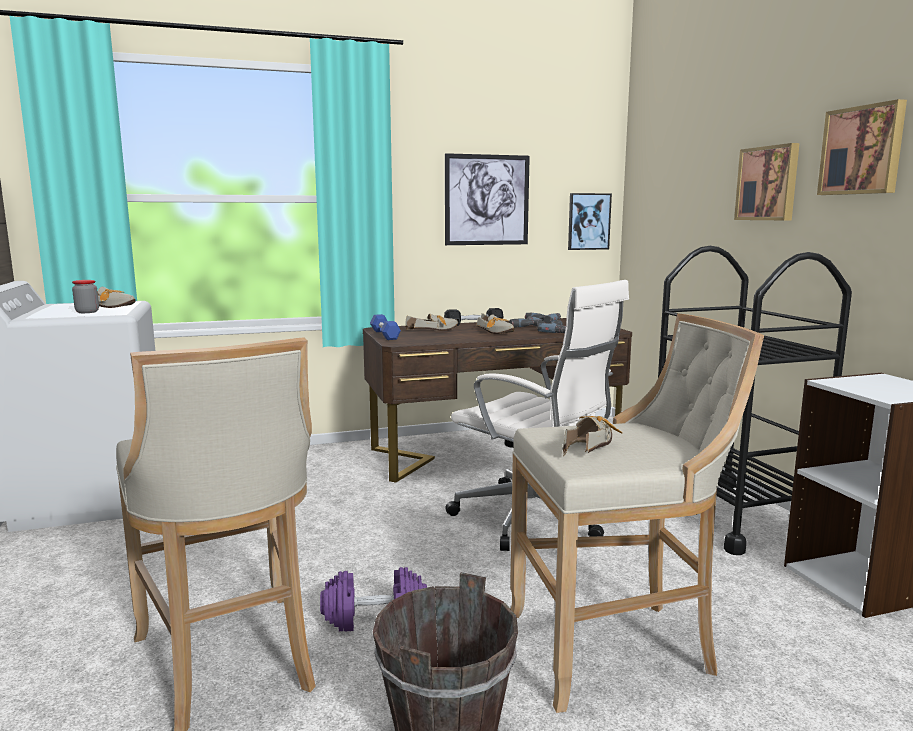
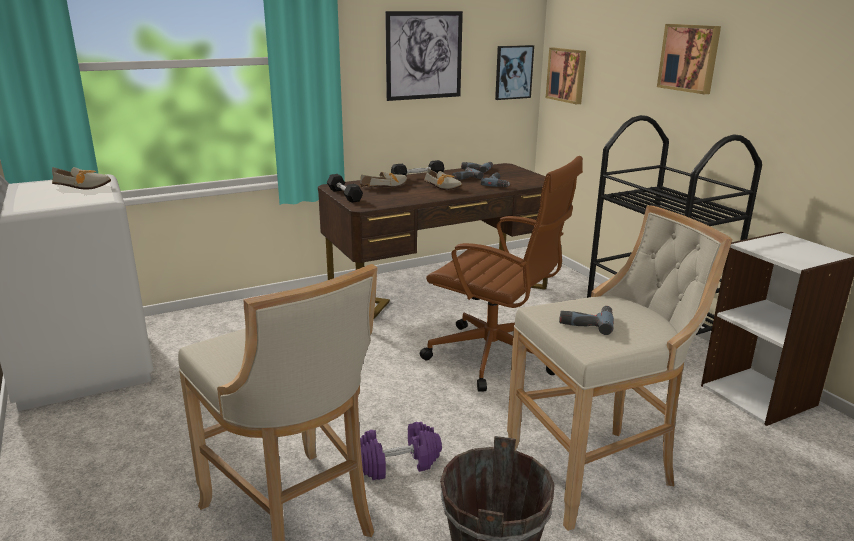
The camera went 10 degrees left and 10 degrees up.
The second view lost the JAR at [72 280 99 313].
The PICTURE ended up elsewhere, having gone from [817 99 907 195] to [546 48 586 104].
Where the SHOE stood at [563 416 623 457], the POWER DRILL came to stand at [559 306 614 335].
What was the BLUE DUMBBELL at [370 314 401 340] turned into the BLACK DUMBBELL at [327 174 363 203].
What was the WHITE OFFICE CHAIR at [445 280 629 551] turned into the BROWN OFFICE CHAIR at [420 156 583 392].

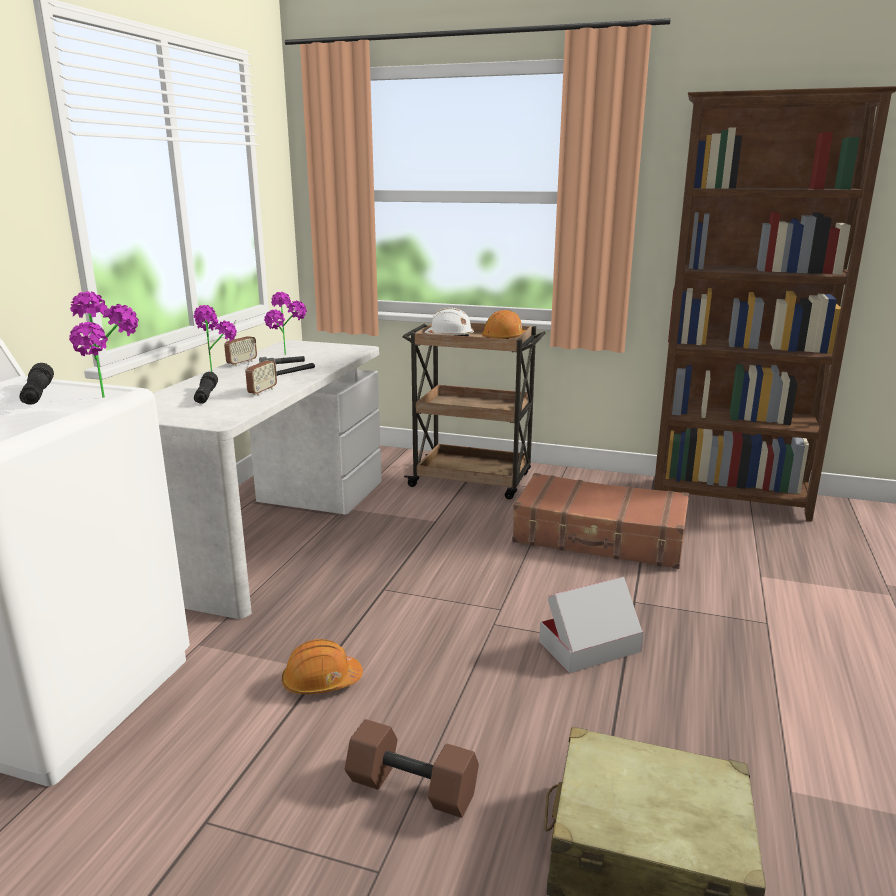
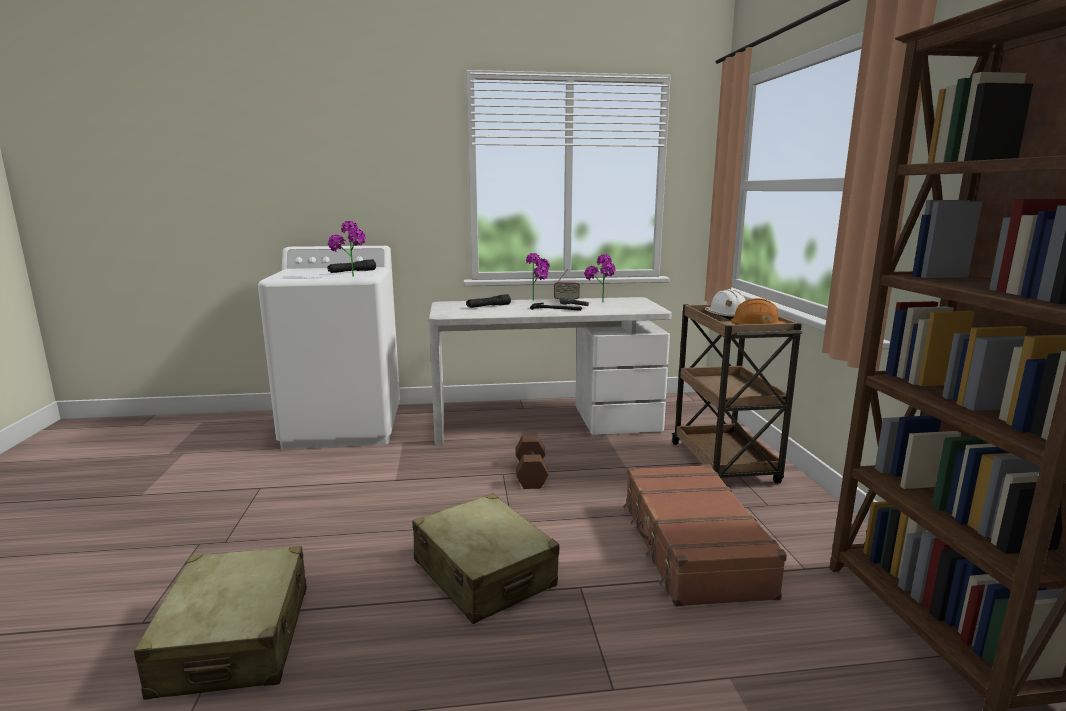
The camera went 65 degrees right and 5 degrees down.
The second view lost the RADIO at [245 343 277 396].
The second view lost the ORANGE HARD HAT at [282 639 363 694].
The BROWN DUMBBELL ended up elsewhere, having gone from [345 719 479 818] to [515 435 548 489].
Where the CARDBOARD BOX stood at [539 577 644 674], the BEIGE SUITCASE came to stand at [412 494 559 624].

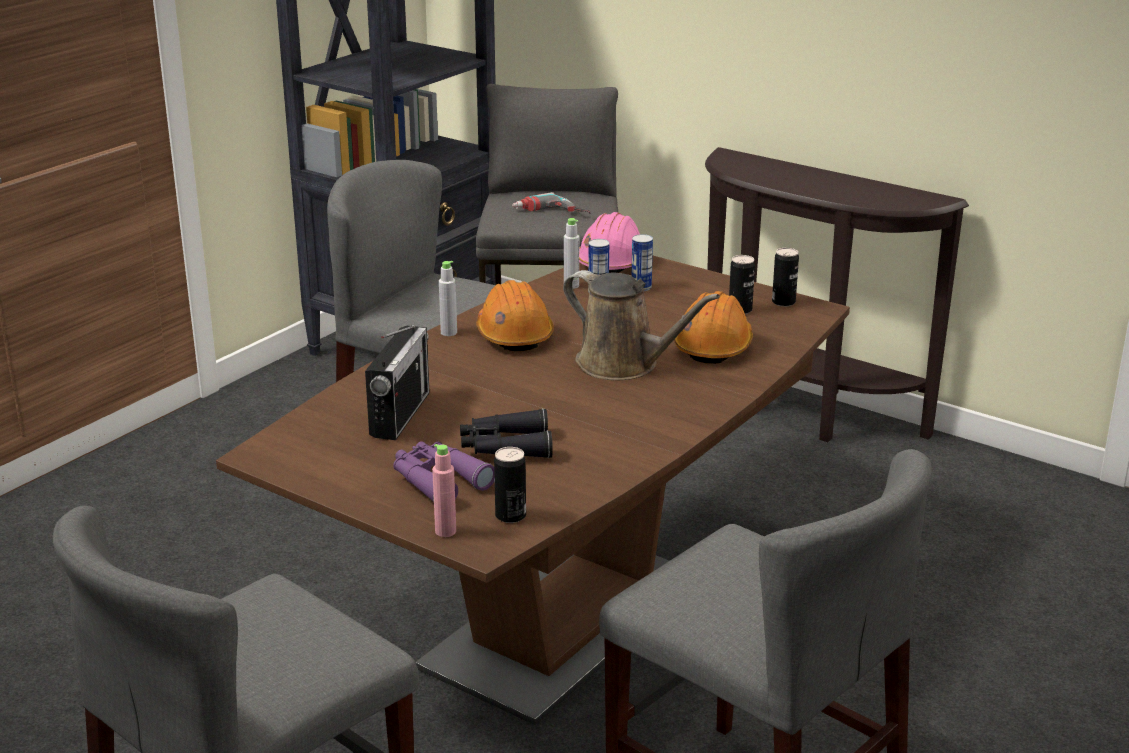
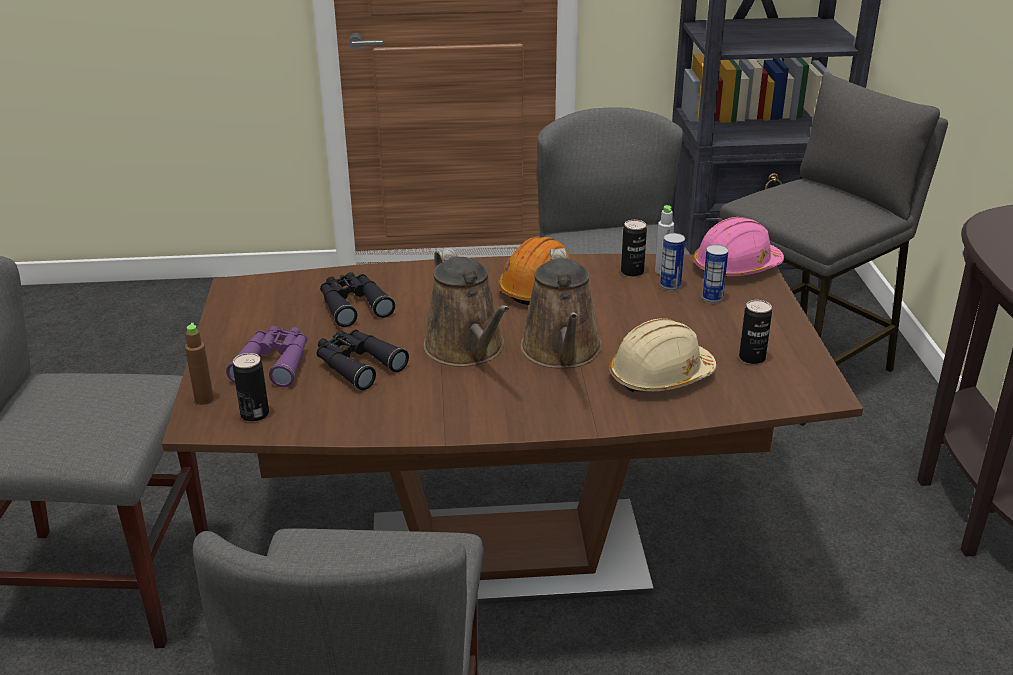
The camera went 50 degrees right and 5 degrees up.
The second view lost the GREY BOTTLE at [439 261 457 336].
The second view lost the POWER DRILL at [512 192 591 214].
The second view gained the BROWN WATERING CAN at [423 248 510 367].
The CAN ended up elsewhere, having gone from [772 248 799 307] to [621 220 647 277].
Where the RADIO stood at [365 325 430 440], the BLACK BINOCULARS came to stand at [320 272 395 327].
What was the PINK BOTTLE at [432 444 456 537] turned into the BROWN BOTTLE at [185 323 214 405].
What was the ORANGE HARD HAT at [674 291 753 364] turned into the BEIGE HARD HAT at [609 318 716 392].

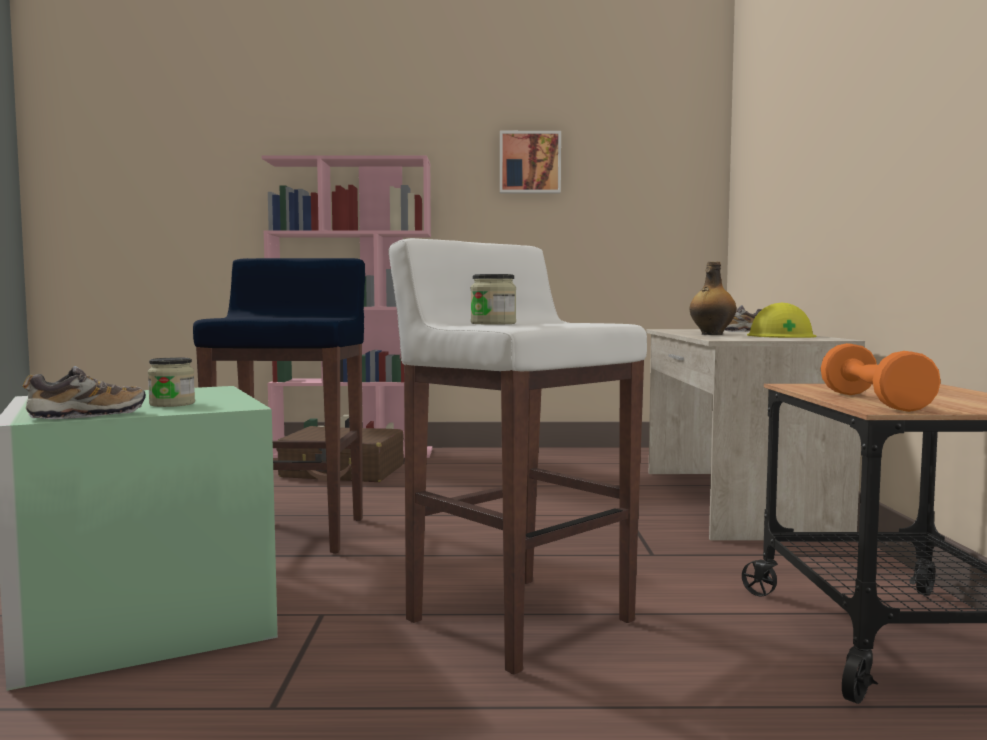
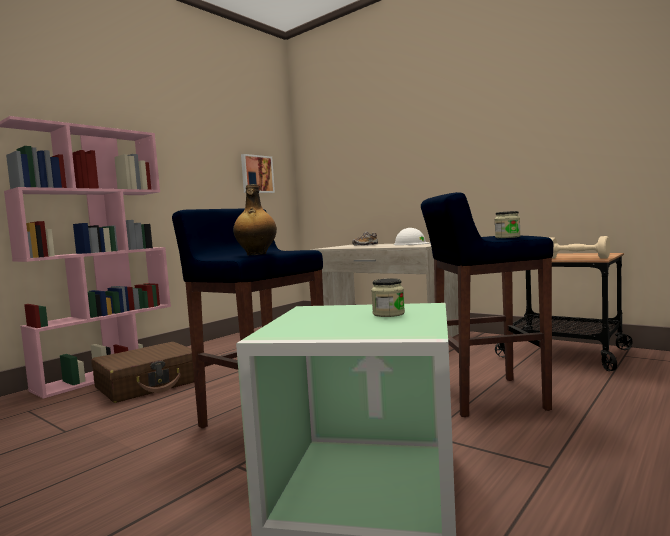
The camera went 50 degrees left and 0 degrees up.
The second view lost the SHOE at [22 366 146 419].
The PICTURE ended up elsewhere, having gone from [500 131 561 193] to [241 154 275 193].
The BOTTLE ended up elsewhere, having gone from [690 262 736 335] to [233 184 277 255].
What was the WHITE STOOL at [389 238 647 675] turned into the BLUE STOOL at [421 192 553 417].
What was the YELLOW HARD HAT at [747 303 817 338] turned into the WHITE HARD HAT at [394 228 430 245].
What was the ORANGE DUMBBELL at [821 343 941 412] turned into the BEIGE DUMBBELL at [550 236 610 258].

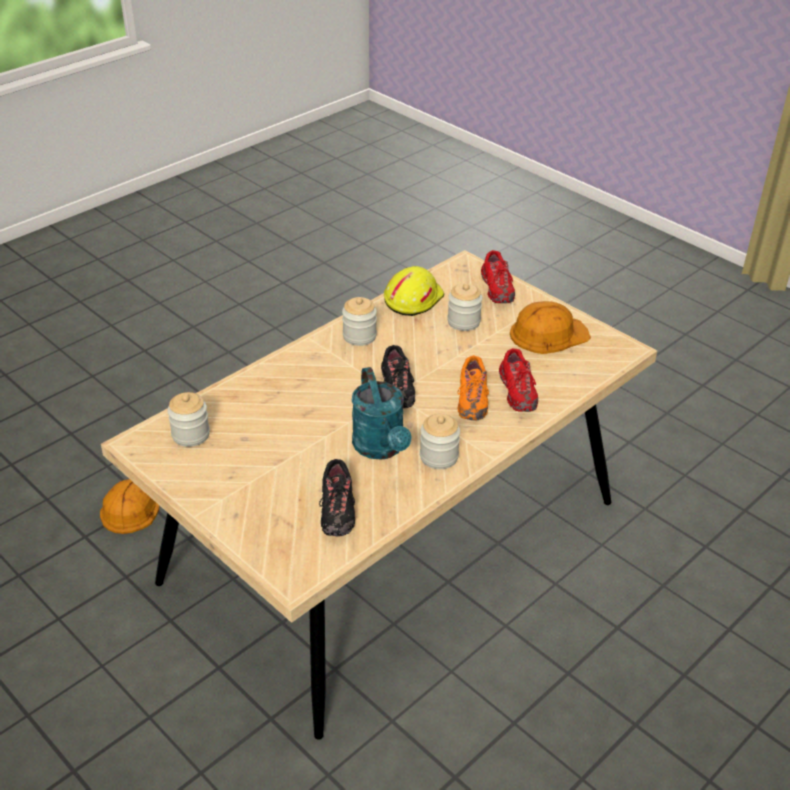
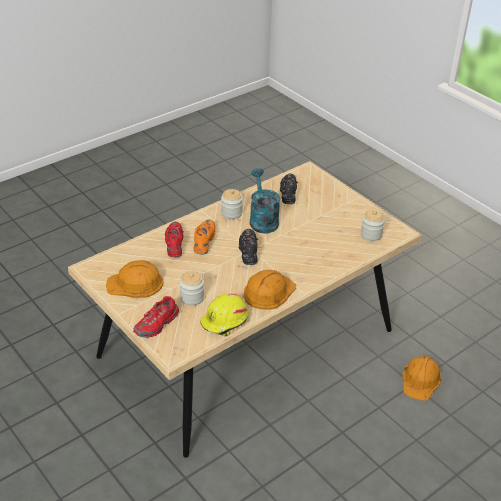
The camera went 175 degrees left and 0 degrees up.
Where the JAR stood at [342 297 377 346], the ORANGE HARD HAT came to stand at [243 270 296 310].
The RED SHOE at [481 250 515 303] ended up facing another way, 135 degrees counterclockwise from before.

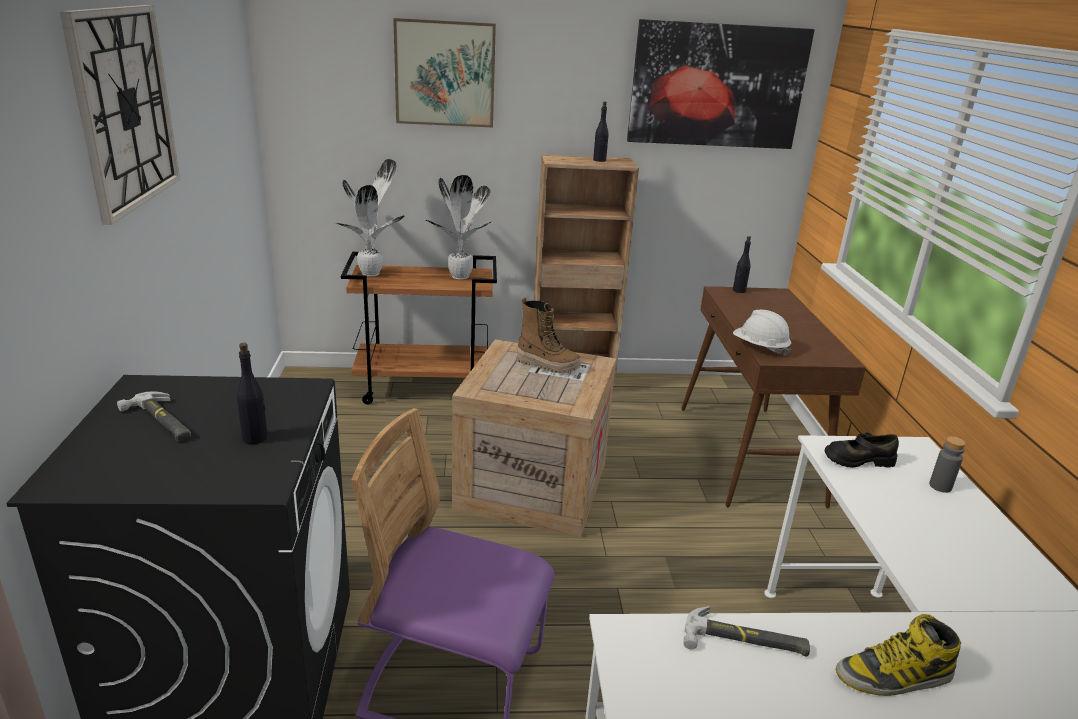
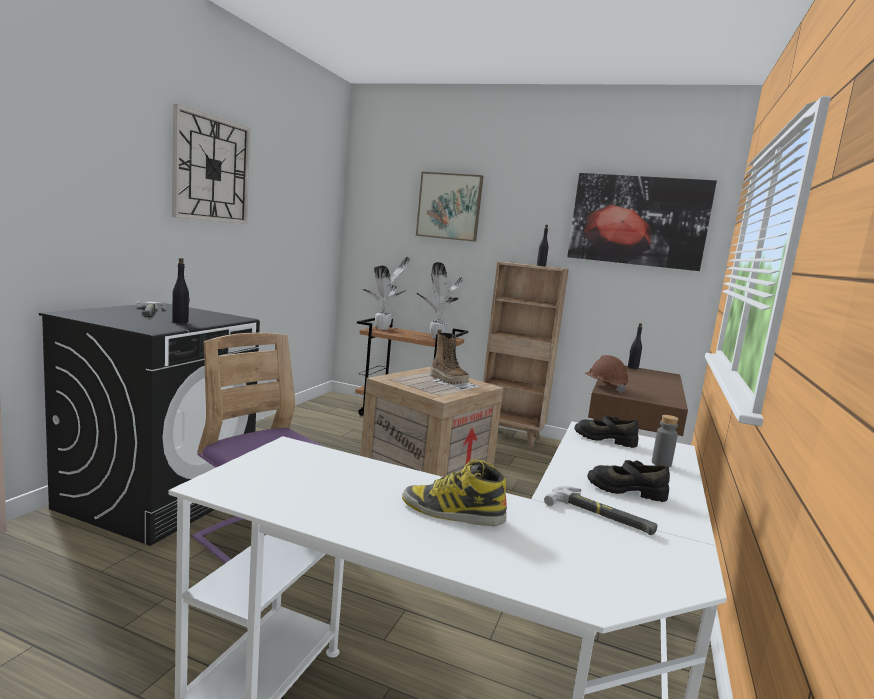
The camera went 25 degrees right and 15 degrees down.
The second view gained the BLACK SHOE at [587 460 670 502].
The HAMMER ended up elsewhere, having gone from [683 606 810 657] to [544 486 658 535].
What was the WHITE HARD HAT at [733 310 791 356] turned into the BROWN HARD HAT at [585 355 629 393].

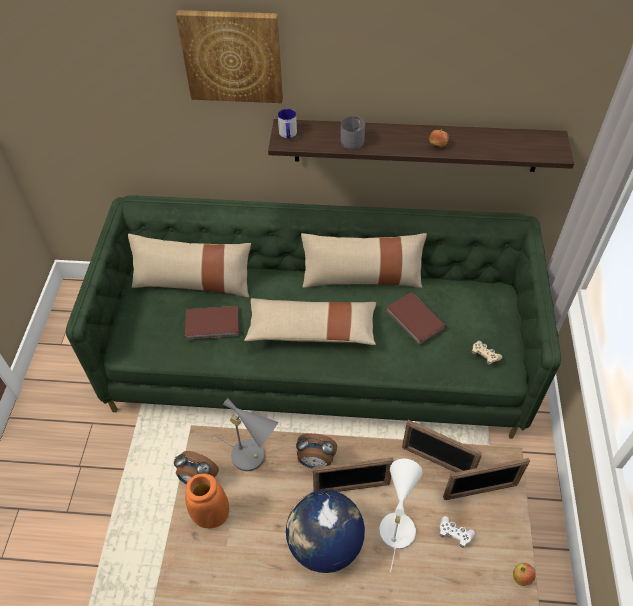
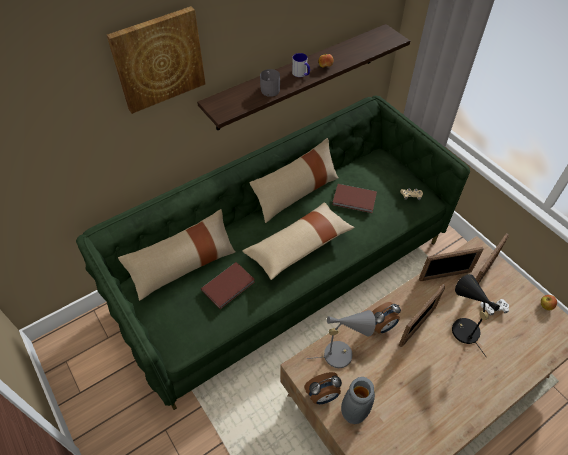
The camera went 40 degrees left and 0 degrees up.
The second view lost the GLOBE at [286 490 365 573].
The MUG ended up elsewhere, having gone from [278 108 297 138] to [292 53 310 77].
What was the ORANGE VASE at [185 473 229 528] turned into the GREY VASE at [341 377 375 424].
What was the WHITE TABLE LAMP at [379 459 422 572] turned into the BLACK TABLE LAMP at [452 274 500 357].

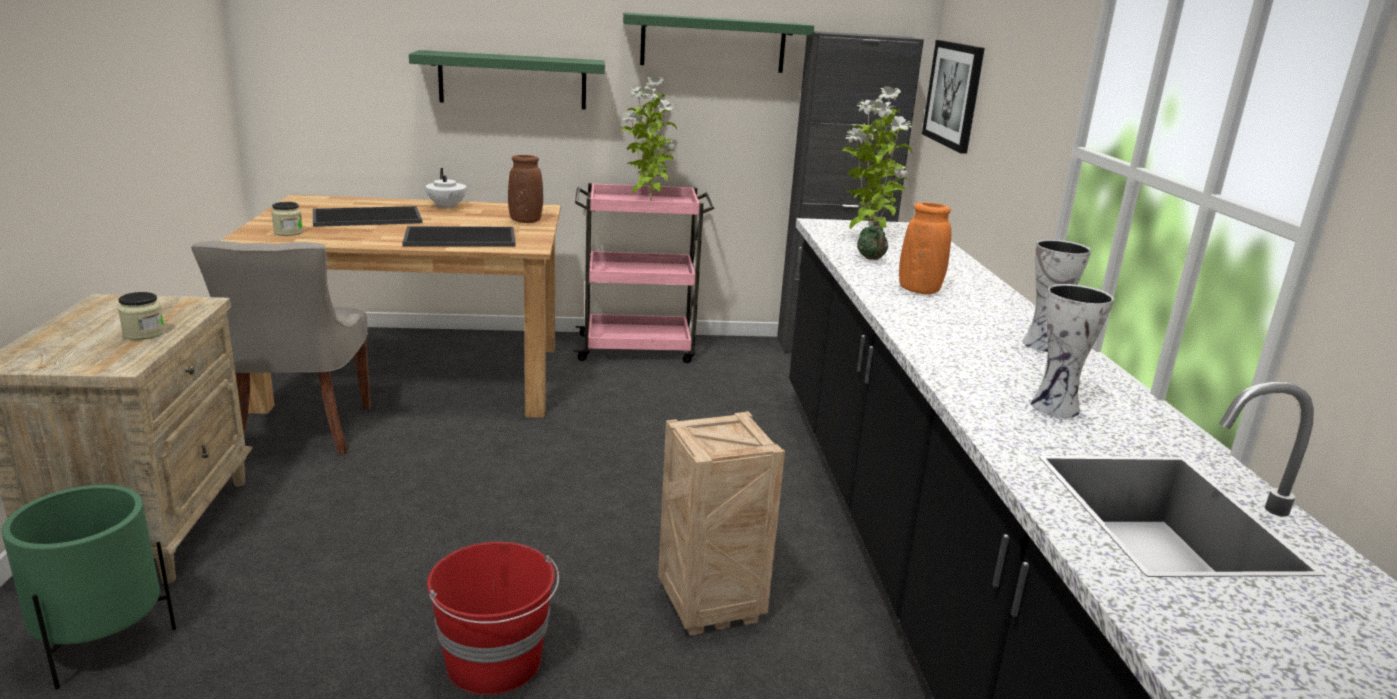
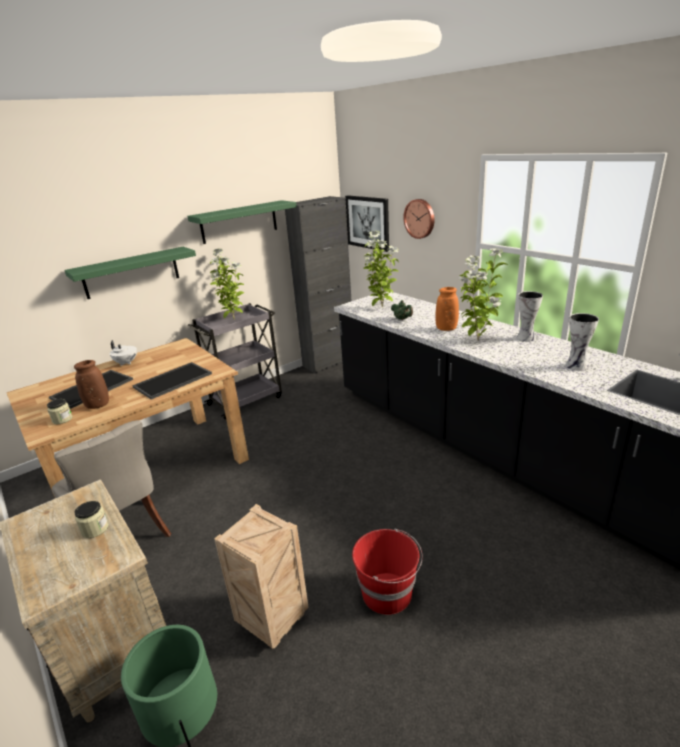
The camera went 30 degrees left and 5 degrees up.
The second view gained the WALL CLOCK at [403 199 435 239].
The second view gained the POTTED PLANT at [459 248 508 340].
The BROWN VASE ended up elsewhere, having gone from [508 155 543 223] to [74 360 109 409].
The CRATE ended up elsewhere, having gone from [658 411 785 636] to [214 504 309 649].
What was the PINK CART at [573 183 715 363] turned into the GREY CART at [188 303 282 420].

